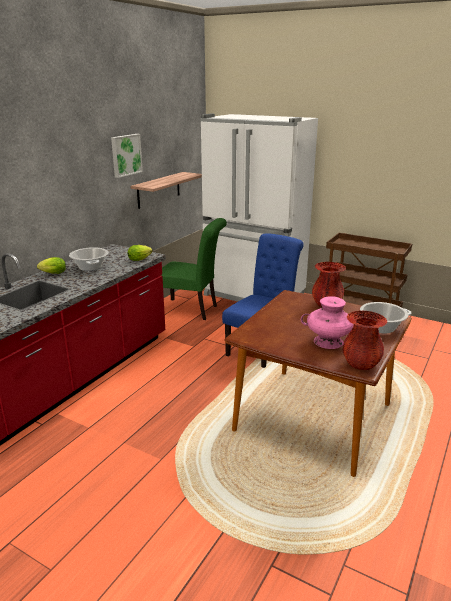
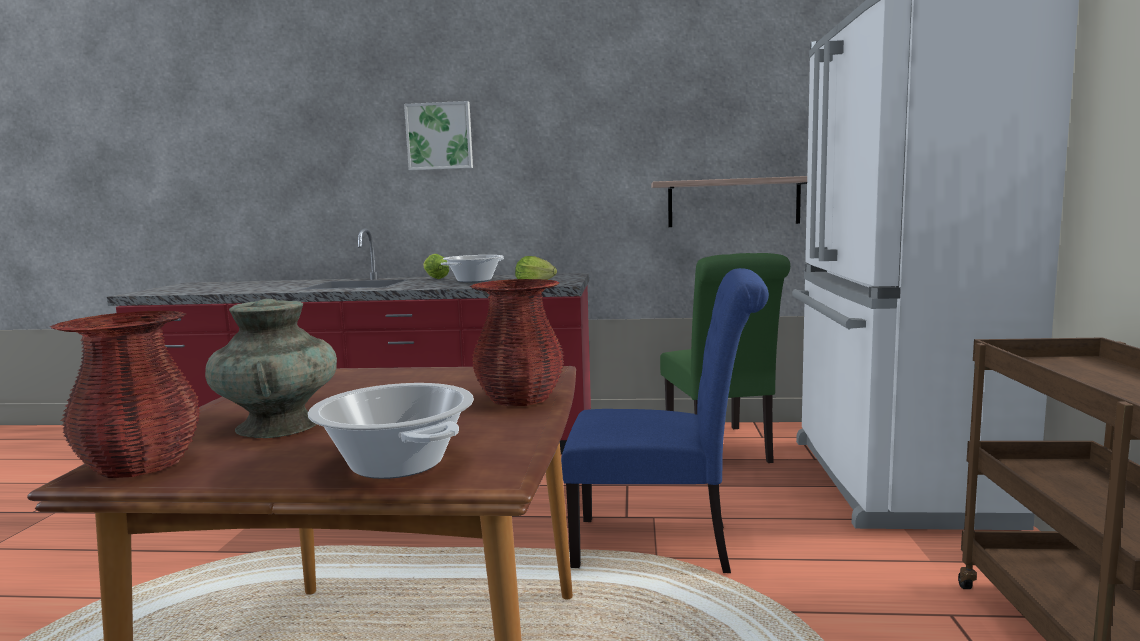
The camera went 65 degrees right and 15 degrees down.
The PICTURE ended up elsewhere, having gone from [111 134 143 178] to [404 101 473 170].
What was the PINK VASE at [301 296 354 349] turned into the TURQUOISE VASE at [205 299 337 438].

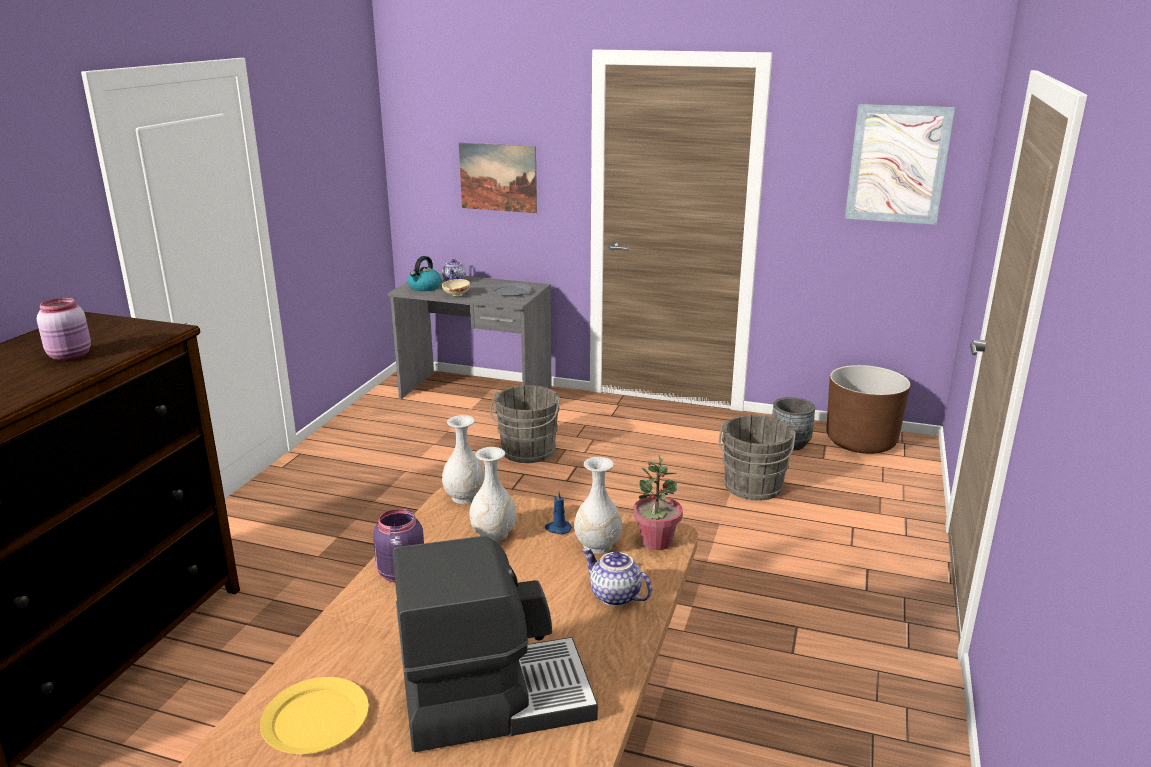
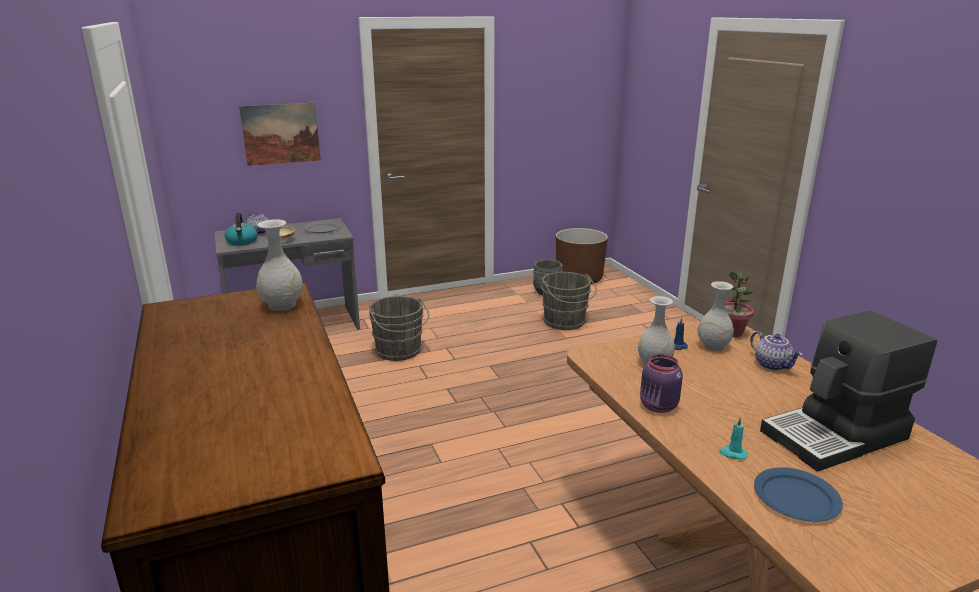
The camera went 40 degrees left and 0 degrees up.
The second view lost the PINK JAR at [37 298 91 361].
The second view lost the PICTURE at [845 104 955 225].
The second view gained the TURQUOISE CANDLE at [719 418 747 460].
The WHITE VASE ended up elsewhere, having gone from [442 415 485 504] to [256 219 303 311].
What was the YELLOW PLATE at [260 677 369 754] turned into the BLUE PLATE at [754 467 843 522].
The COFFEE MACHINE at [393 535 598 752] ended up facing another way, 150 degrees counterclockwise from before.
The TEAPOT at [582 548 652 606] ended up facing another way, 120 degrees counterclockwise from before.

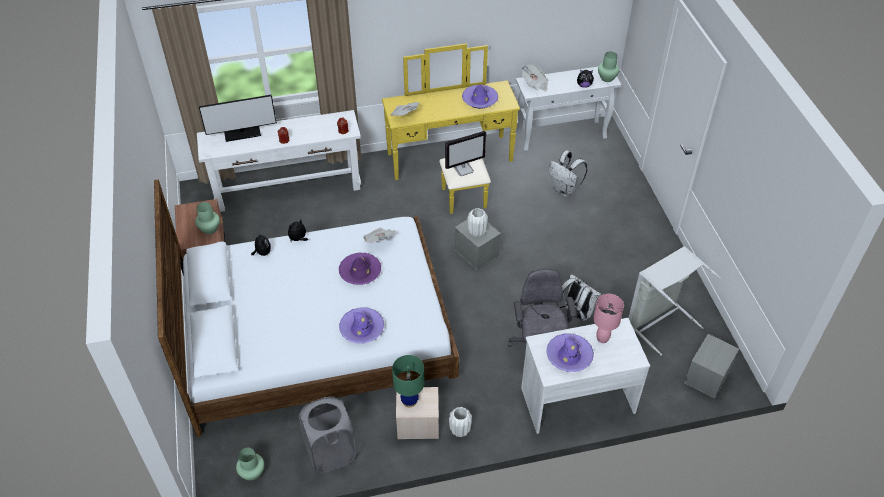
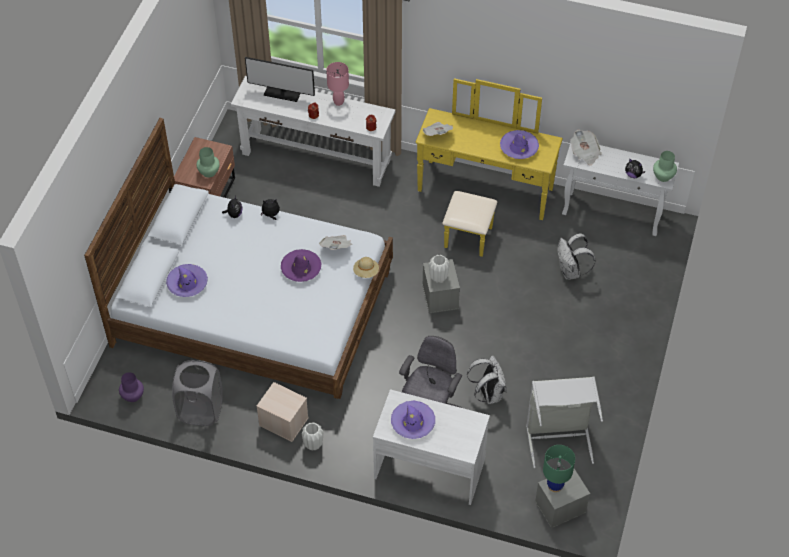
The camera went 30 degrees right and 5 degrees up.
The second view lost the MONITOR at [445 131 486 176].
The second view gained the BEIGE HAT at [353 257 379 278].
The PURPLE HAT ended up elsewhere, having gone from [339 307 384 343] to [166 264 208 297].
The GREEN TABLE LAMP ended up elsewhere, having gone from [392 355 425 407] to [543 445 575 492].
The PINK TABLE LAMP ended up elsewhere, having gone from [593 294 624 343] to [326 62 349 106].
What was the GREEN VASE at [236 448 264 480] turned into the PURPLE VASE at [119 372 144 402].

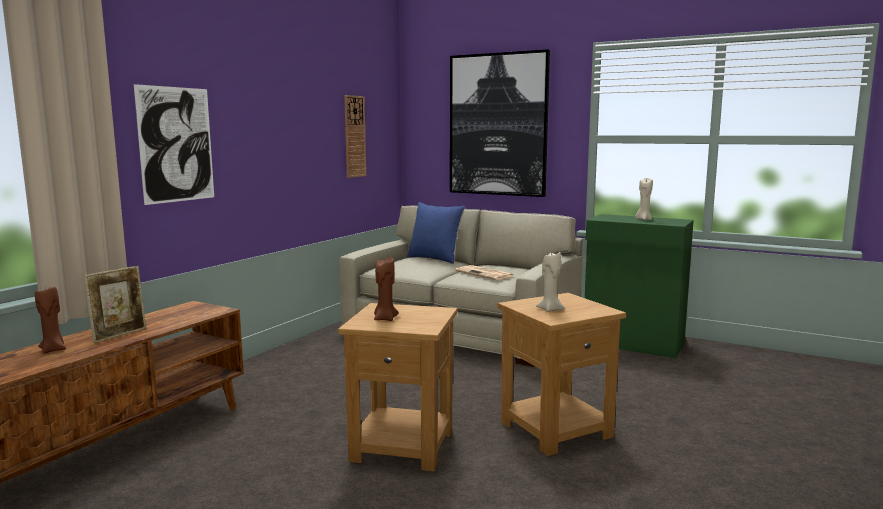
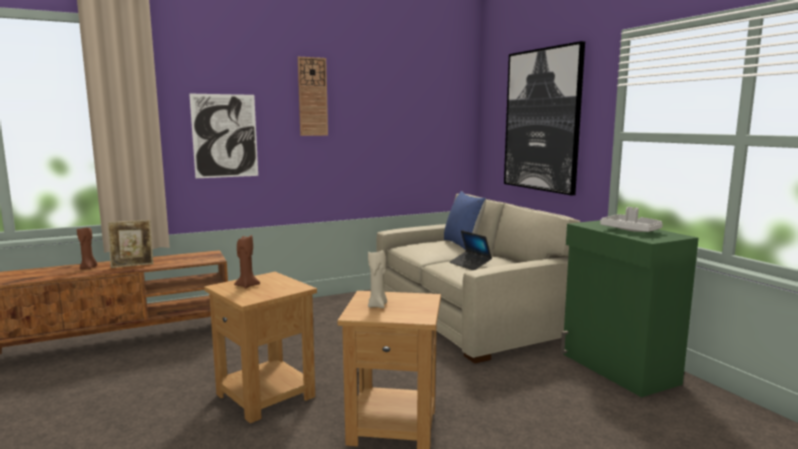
The camera went 35 degrees right and 0 degrees up.
The WALL CLOCK ended up elsewhere, having gone from [344 95 366 178] to [298 57 328 136].
Where the NEWSPAPER stood at [455 265 514 280], the LAPTOP came to stand at [450 230 492 270].
Where the BEIGE CANDLE stood at [635 178 653 220], the GREY TRAY came to stand at [600 207 663 232].

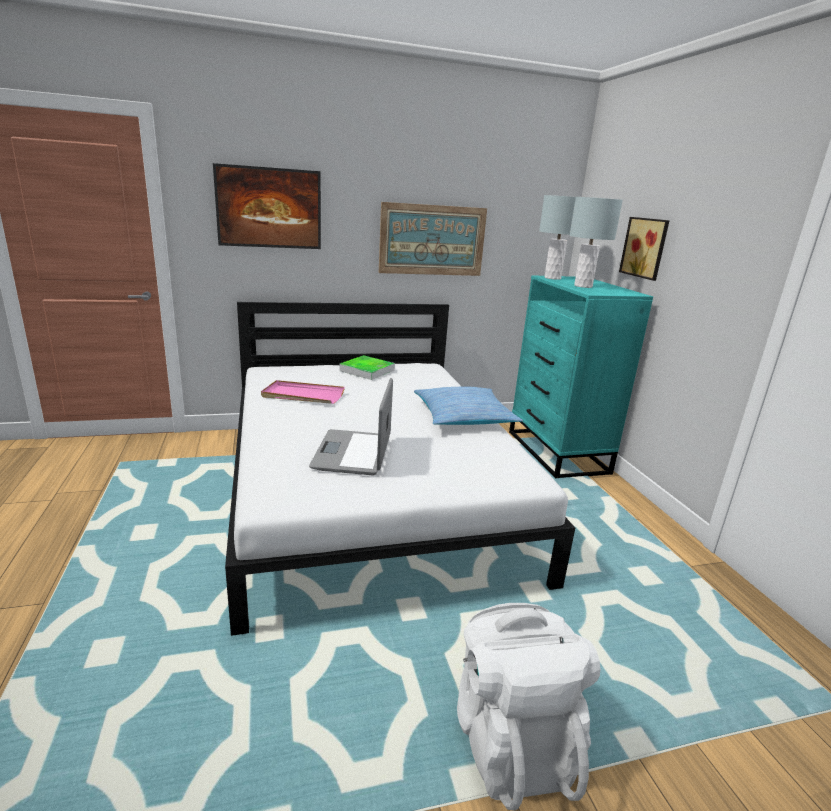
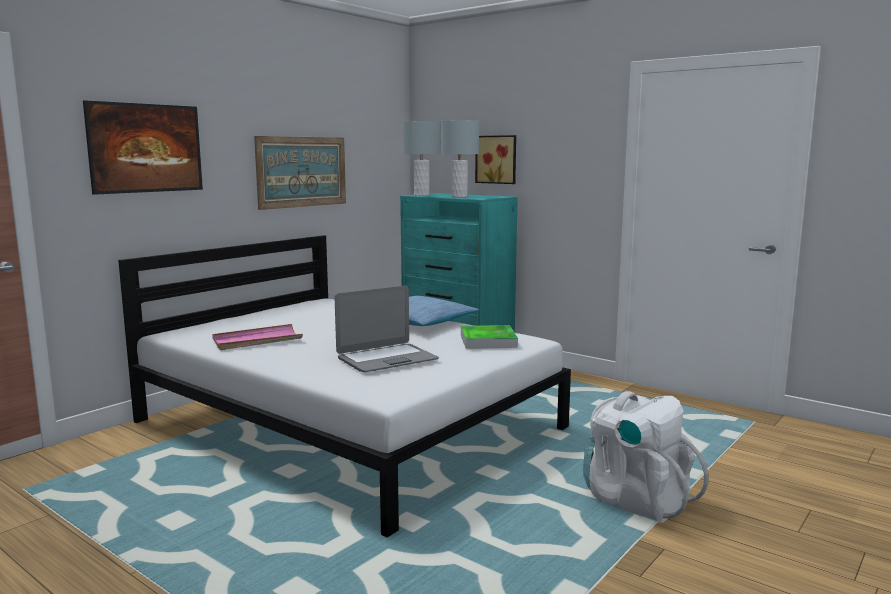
The camera went 35 degrees left and 10 degrees down.
The TRAY ended up elsewhere, having gone from [339 355 395 380] to [461 325 518 349].
The LAPTOP at [309 378 393 475] ended up facing another way, 90 degrees counterclockwise from before.

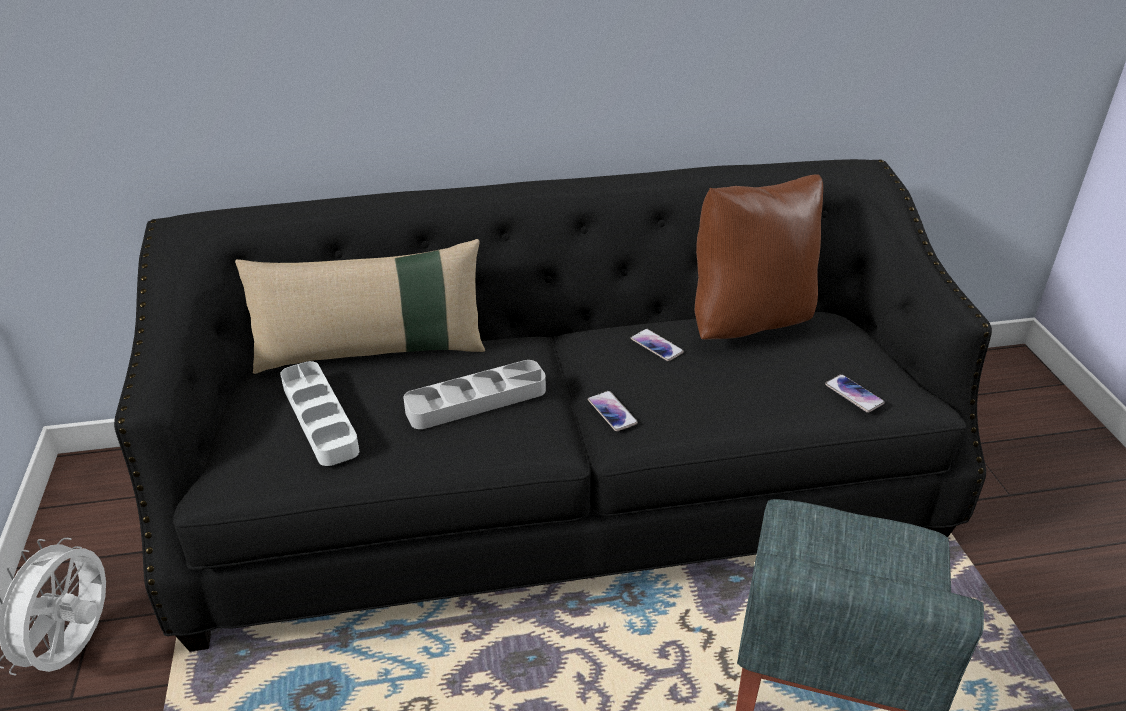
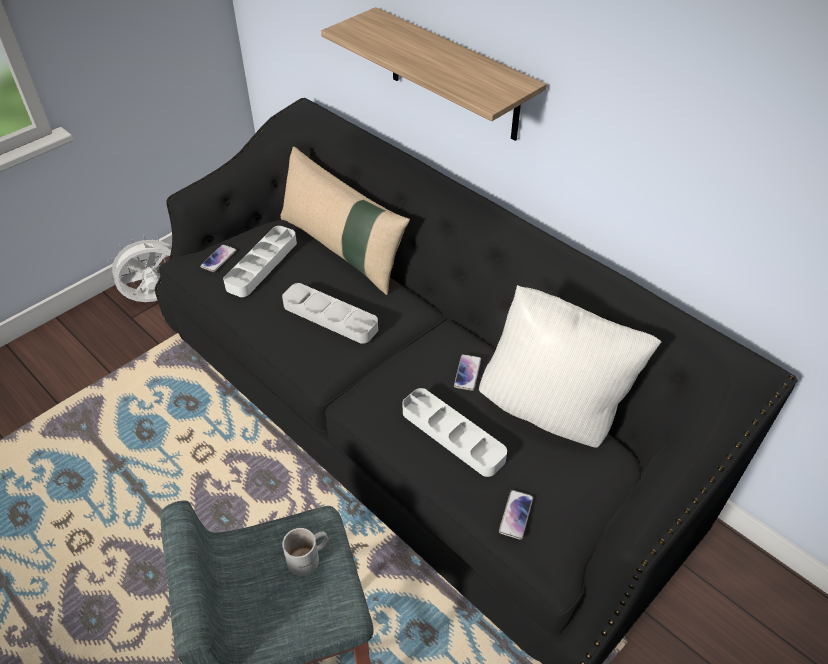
The camera went 55 degrees right and 10 degrees up.
The second view gained the WHITE MUG at [282 528 328 576].
The second view gained the SHELF at [321 7 547 141].
The second view gained the WHITE TRAY at [403 388 507 477].
The PHONE ended up elsewhere, having gone from [588 391 638 431] to [200 244 236 272].
What was the BROWN PILLOW at [694 174 823 340] turned into the WHITE PILLOW at [479 285 661 448].

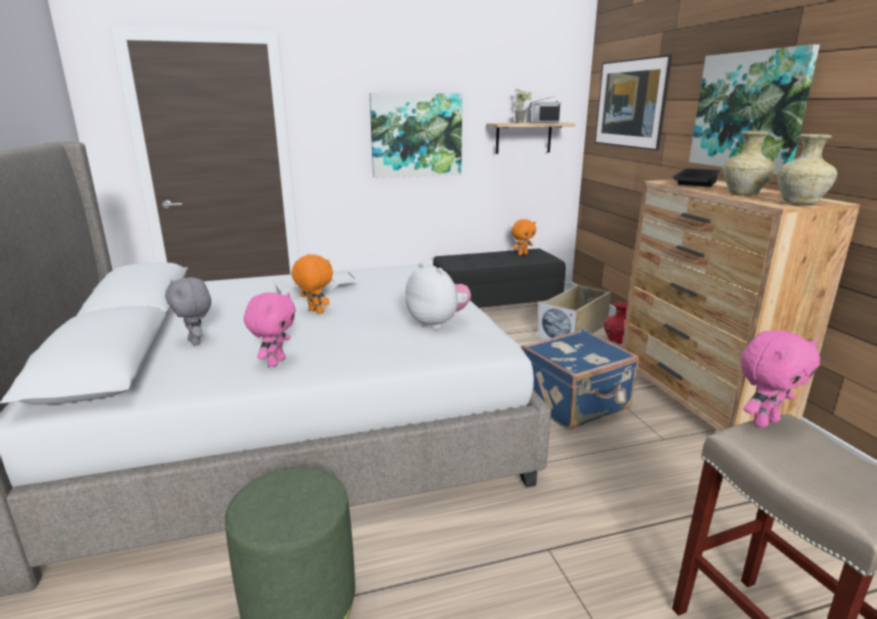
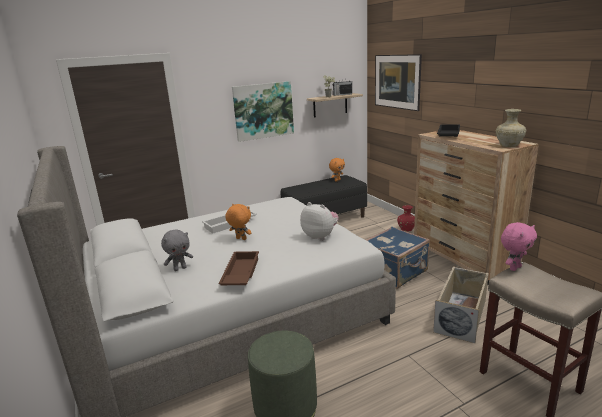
The camera went 10 degrees left and 0 degrees up.
The second view lost the PICTURE at [689 44 820 175].
The second view lost the BEIGE VASE at [723 131 775 195].
The BEIGE STORAGE BOX ended up elsewhere, having gone from [537 285 611 340] to [433 266 489 343].
Where the PINK PLUSH TOY stood at [244 292 296 367], the BROWN TRAY came to stand at [218 251 259 285].
The GREY PLUSH TOY at [165 277 211 346] ended up facing another way, 75 degrees counterclockwise from before.

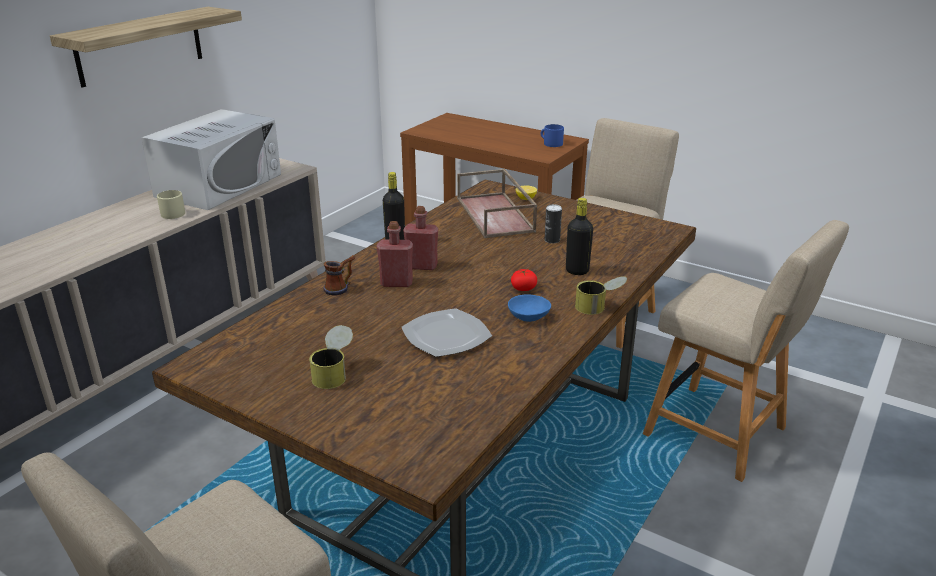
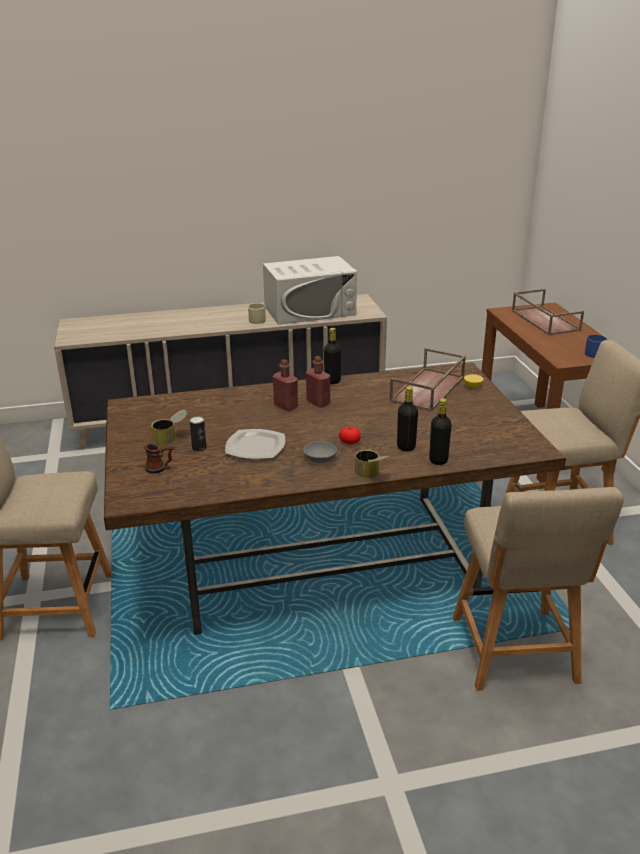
The camera went 45 degrees right and 0 degrees up.
The second view lost the SHELF at [50 7 242 88].
The second view gained the BLACK BOTTLE at [429 398 452 465].
The second view gained the BROWN TRAY at [512 289 584 335].
The MUG ended up elsewhere, having gone from [323 255 355 295] to [144 443 175 473].
The CAN ended up elsewhere, having gone from [545 204 562 243] to [189 416 207 451].
What was the BLUE BOWL at [508 294 551 322] turned into the GREY BOWL at [304 441 337 463].

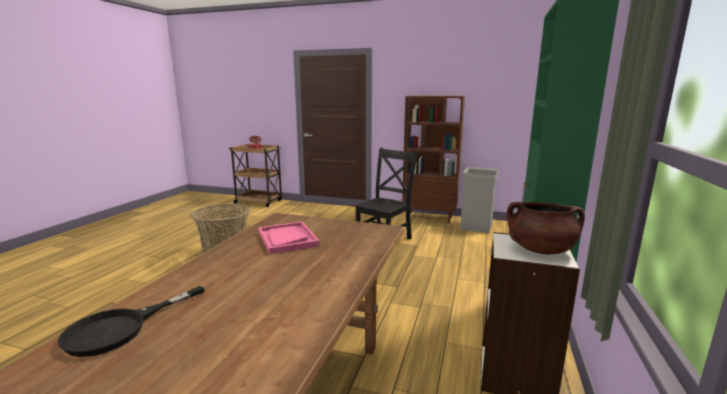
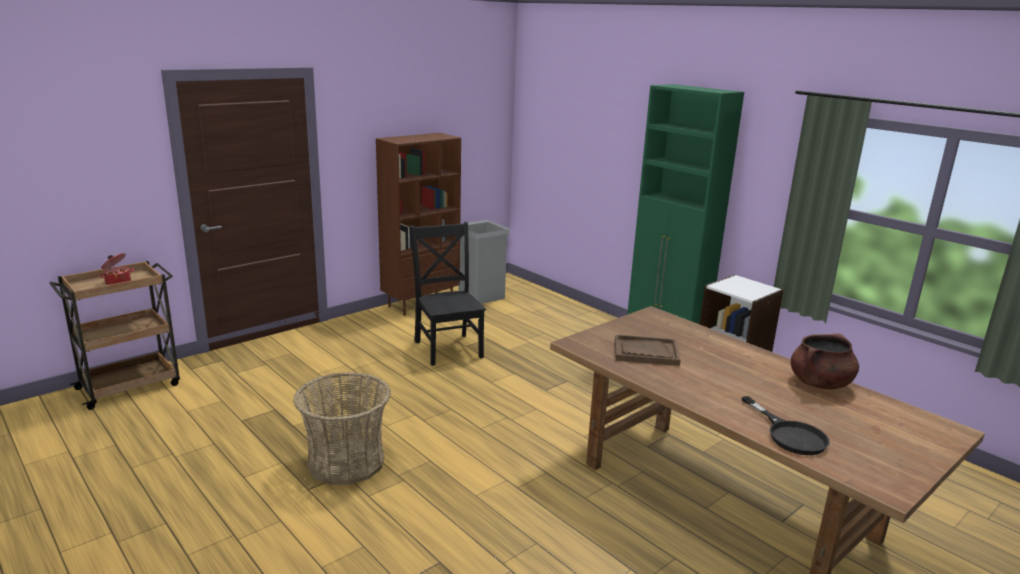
The camera went 60 degrees left and 5 degrees up.
The BROWN COOKING POT ended up elsewhere, having gone from [507 202 585 254] to [791 334 859 389].
What was the PINK TRAY at [258 221 319 254] turned into the BROWN TRAY at [615 334 681 366].

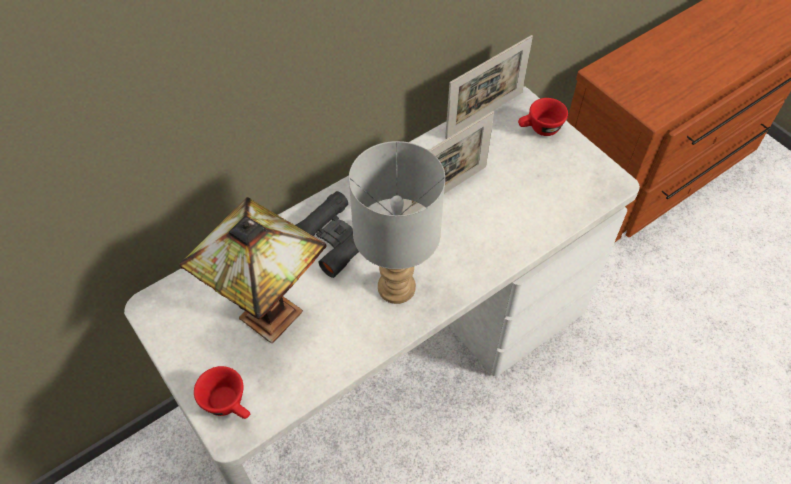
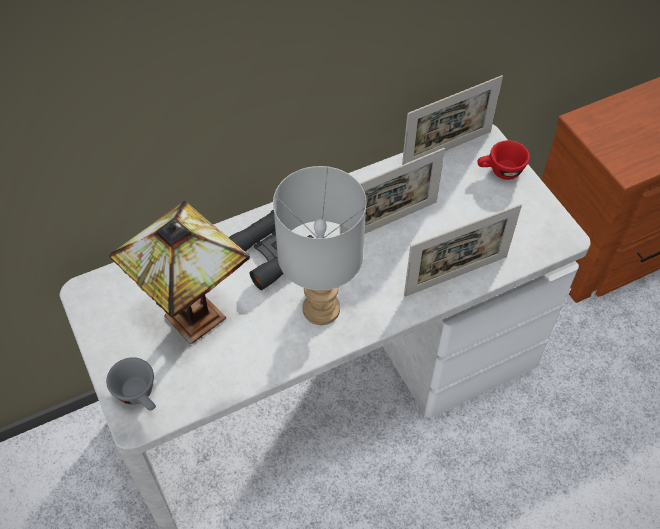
The camera went 10 degrees right and 0 degrees up.
The second view gained the PICTURE FRAME at [404 204 522 297].
What was the RED CUP at [194 366 250 419] turned into the GREY CUP at [106 357 156 411].

